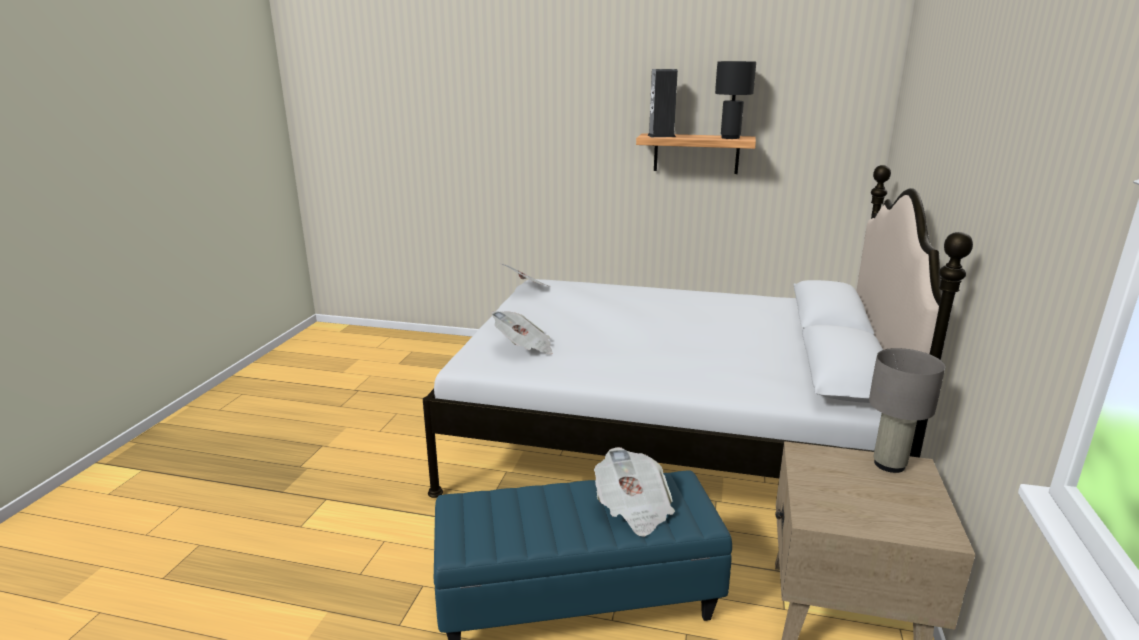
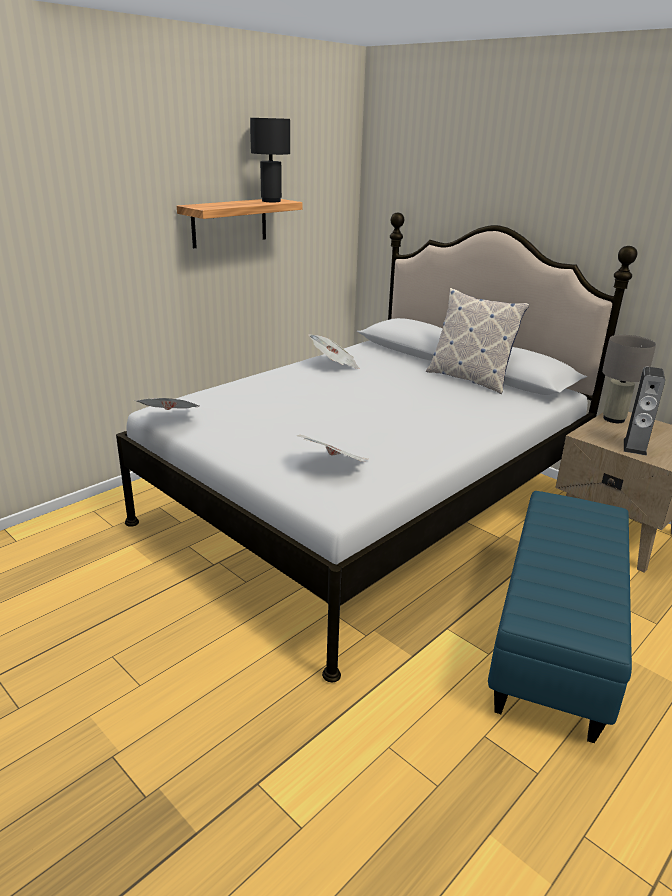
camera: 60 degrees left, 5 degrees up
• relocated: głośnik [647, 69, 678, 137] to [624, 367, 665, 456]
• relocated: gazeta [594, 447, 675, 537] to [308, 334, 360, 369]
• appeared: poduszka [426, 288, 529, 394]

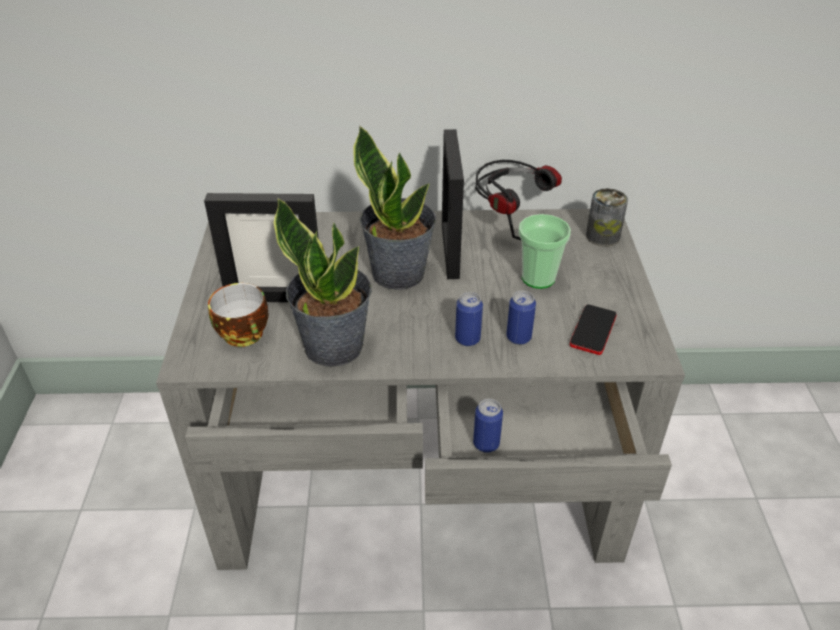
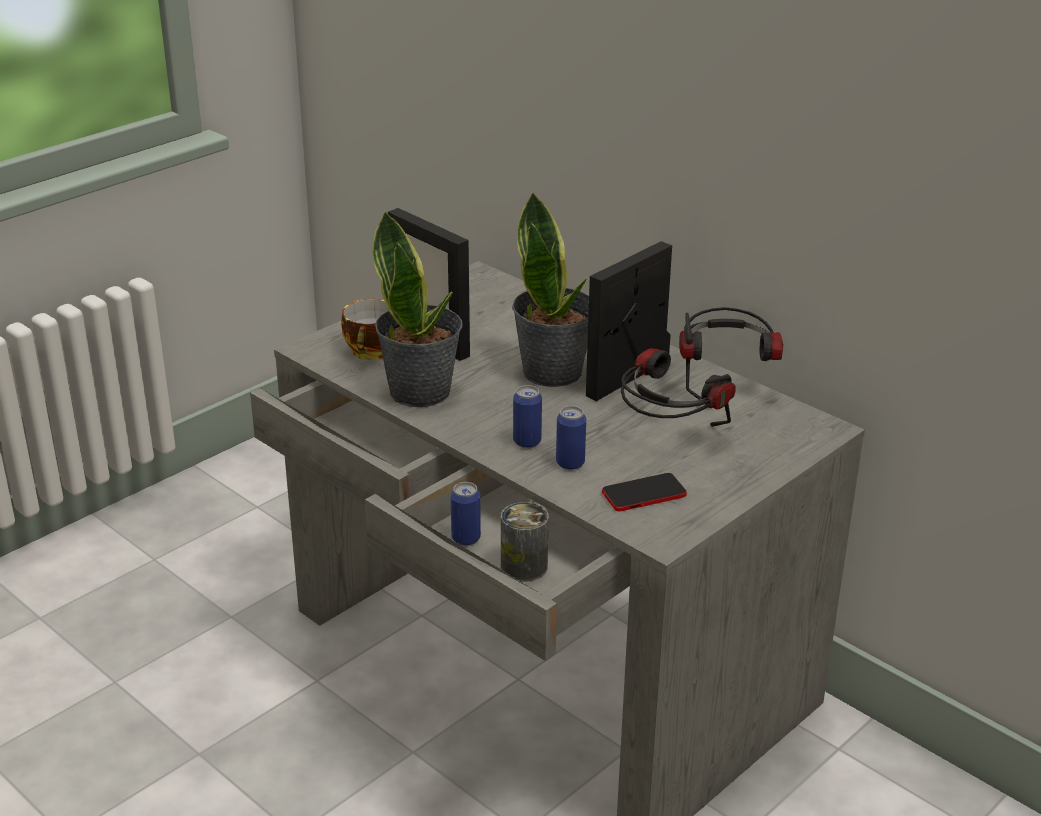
camera: 45 degrees right, 10 degrees down
• relocated: puszka [586, 188, 628, 246] to [501, 502, 549, 582]
• exchanged: filiżanka [518, 214, 571, 289] to słuchawki [621, 348, 736, 427]

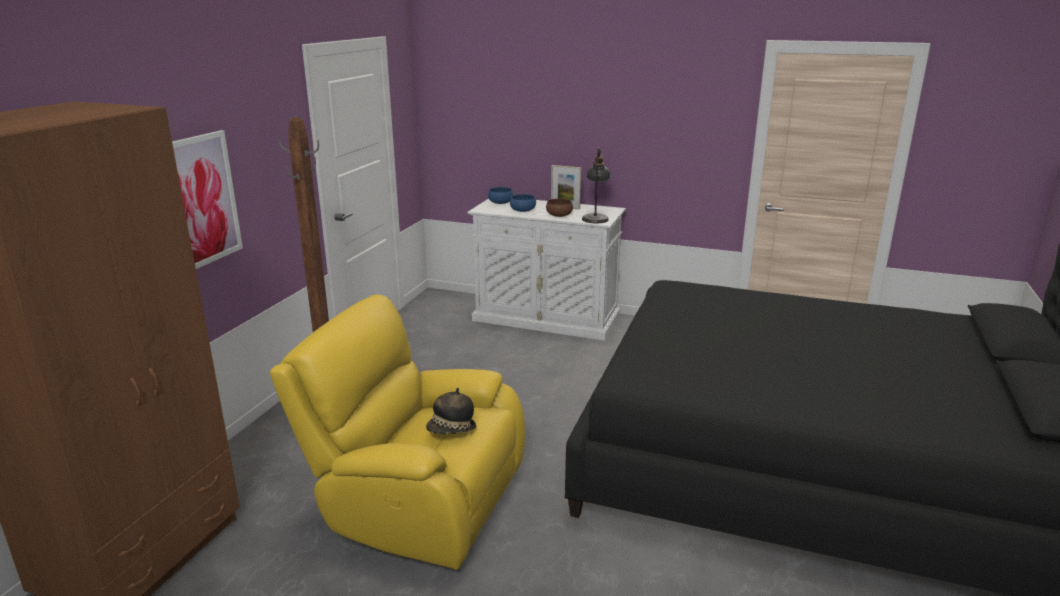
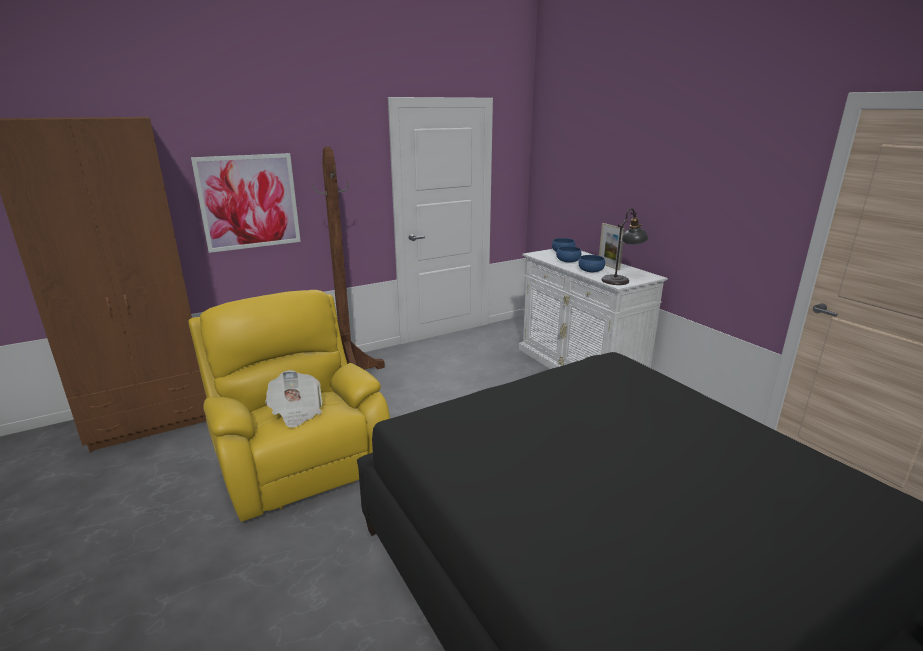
camera: 40 degrees right, 0 degrees up
• colour: miska [brązowy] [546, 199, 573, 217] to miska [niebieski] [578, 255, 605, 272]
• exchanged: kapelusz [426, 388, 476, 434] to gazeta [265, 370, 322, 428]

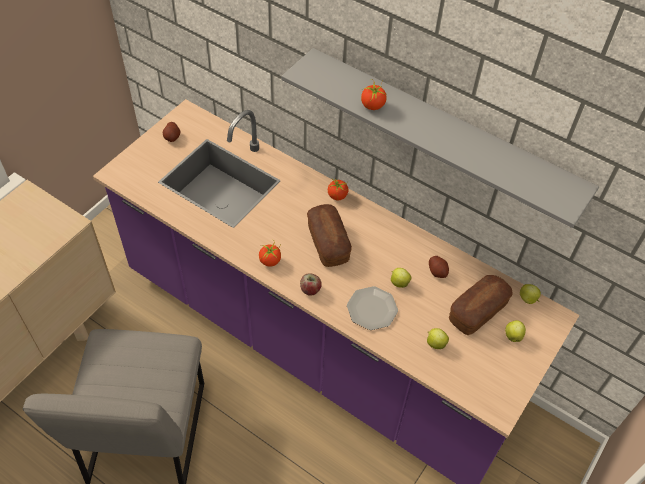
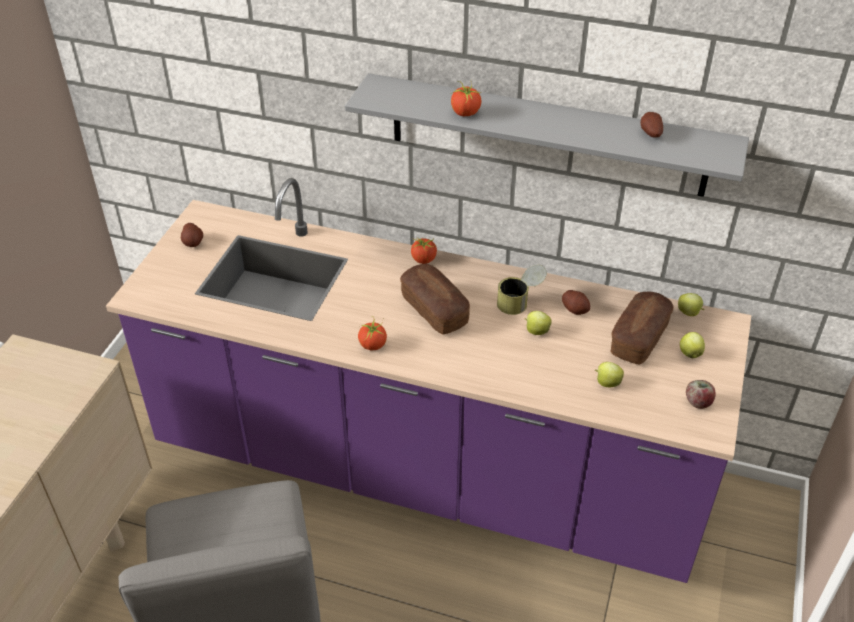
camera: 15 degrees left, 10 degrees down
• relocated: jabłko [300, 274, 322, 296] to [686, 380, 716, 409]
• missing: talerz [347, 286, 398, 330]
• appeared: ziemniak [640, 112, 663, 138]
• appeared: puszka [497, 265, 547, 315]

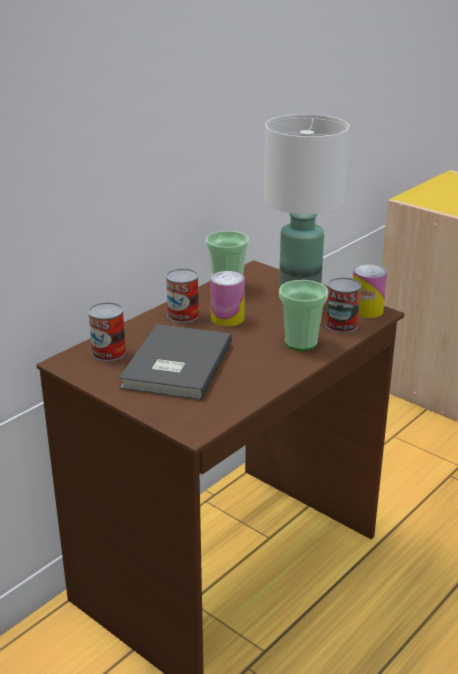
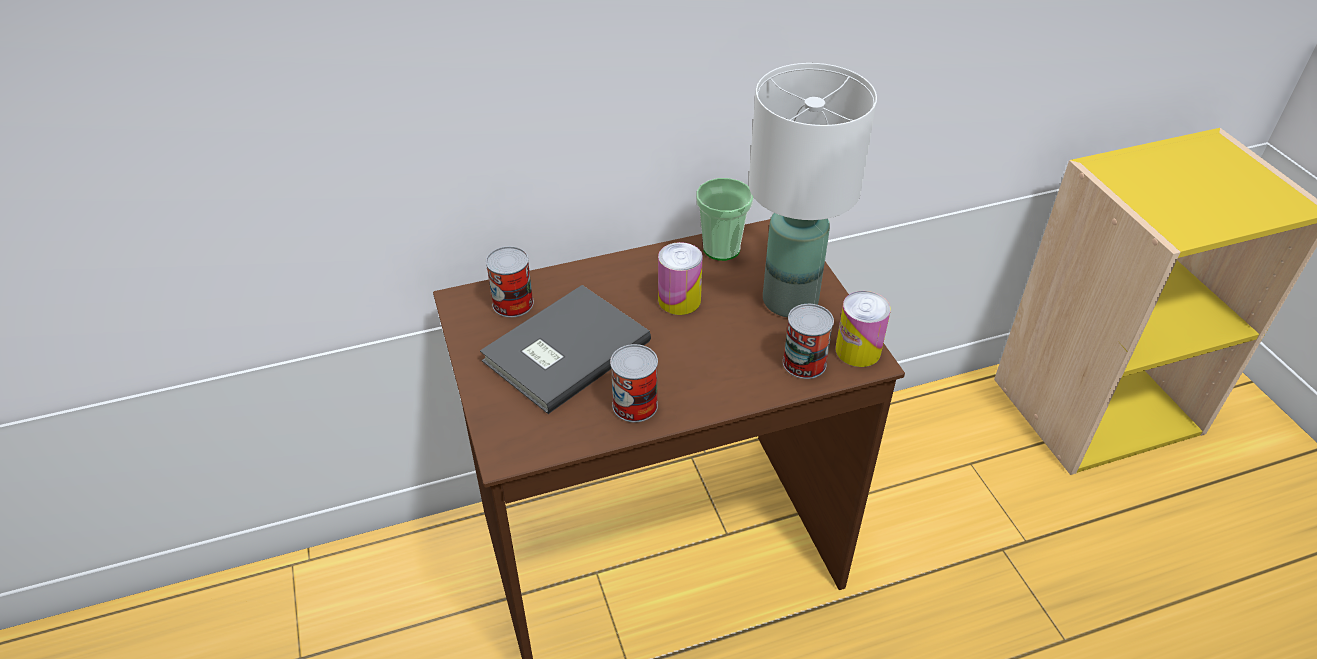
camera: 30 degrees right, 15 degrees up
• relocated: puszka [166, 268, 199, 323] to [610, 344, 658, 422]
• missing: filiżanka [279, 280, 328, 351]

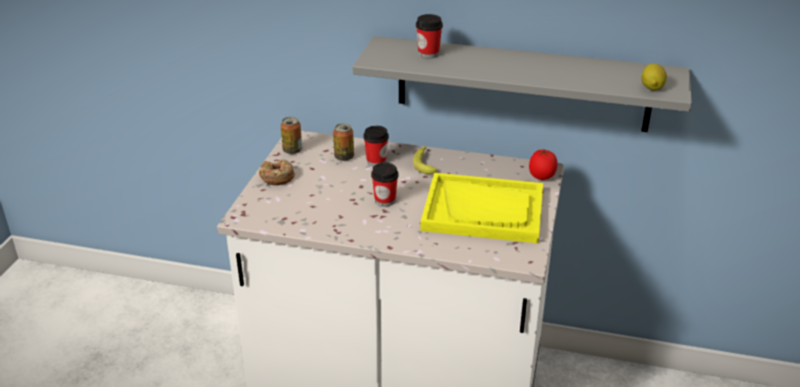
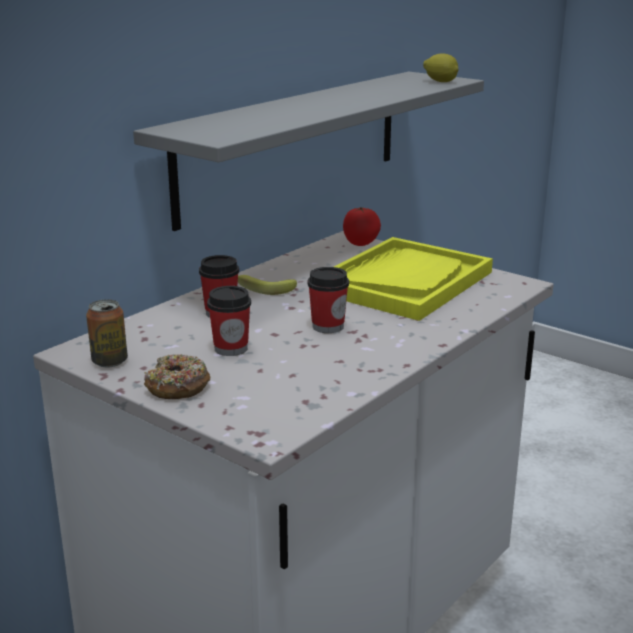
camera: 65 degrees left, 10 degrees down
• relocated: filiżanka [416, 14, 443, 58] to [207, 286, 251, 356]
• missing: puszka [333, 123, 354, 161]

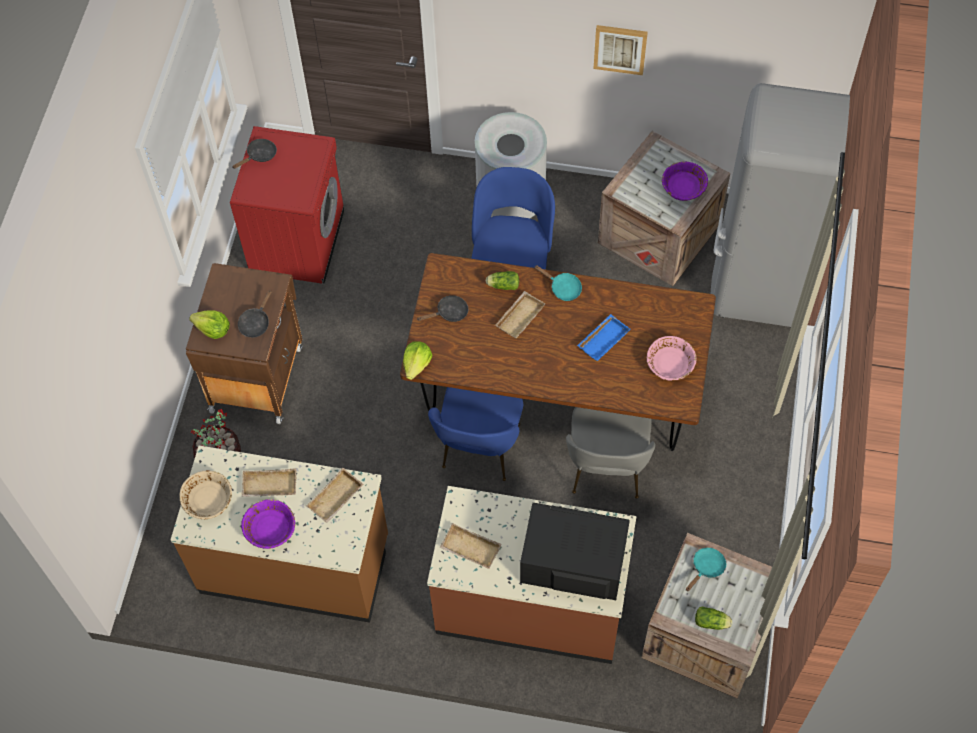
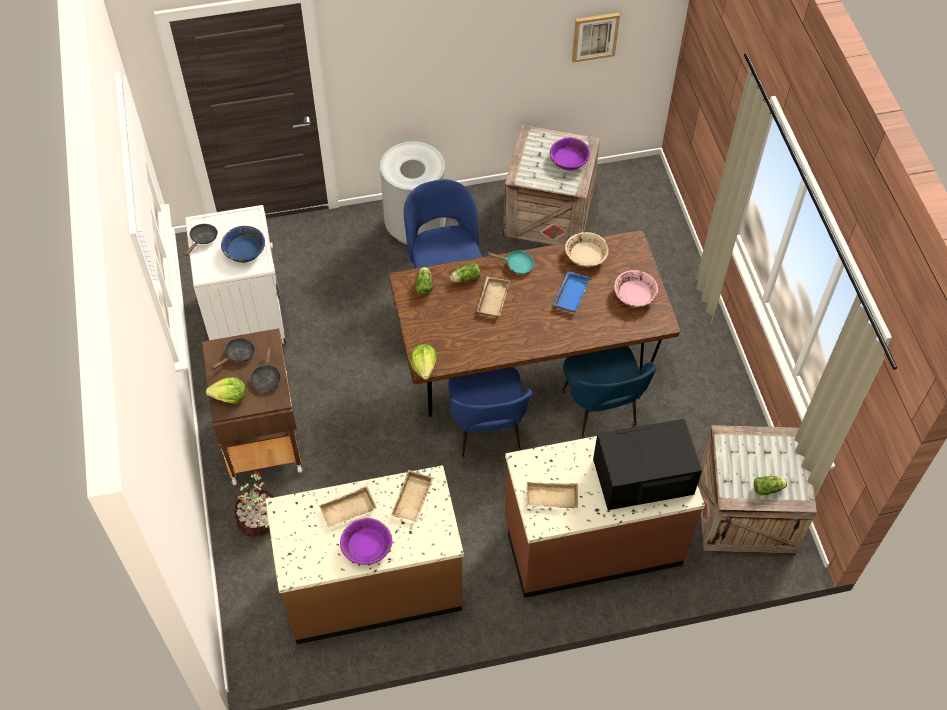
camera: 25 degrees left, 5 degrees down
• relocated: obraz [593, 25, 648, 75] to [572, 13, 620, 63]
• missing: lodówka [szary] [711, 83, 850, 328]
• colour: pralka [czerwony] [230, 126, 344, 284] to pralka [biały] [185, 205, 286, 344]
• relocated: patelnia [czarny] [418, 295, 468, 322] to [211, 338, 255, 370]
• colour: krzesło [szary] [566, 407, 655, 499] to krzesło [niebieski] [561, 346, 657, 439]
• relocated: miska [beżowy] [180, 470, 232, 519] to [565, 232, 609, 268]
• missing: patelnia [turkusowy] [686, 548, 726, 591]
• appeared: miska [niebieski] [221, 226, 265, 263]
• appeared: sałata [415, 267, 433, 295]

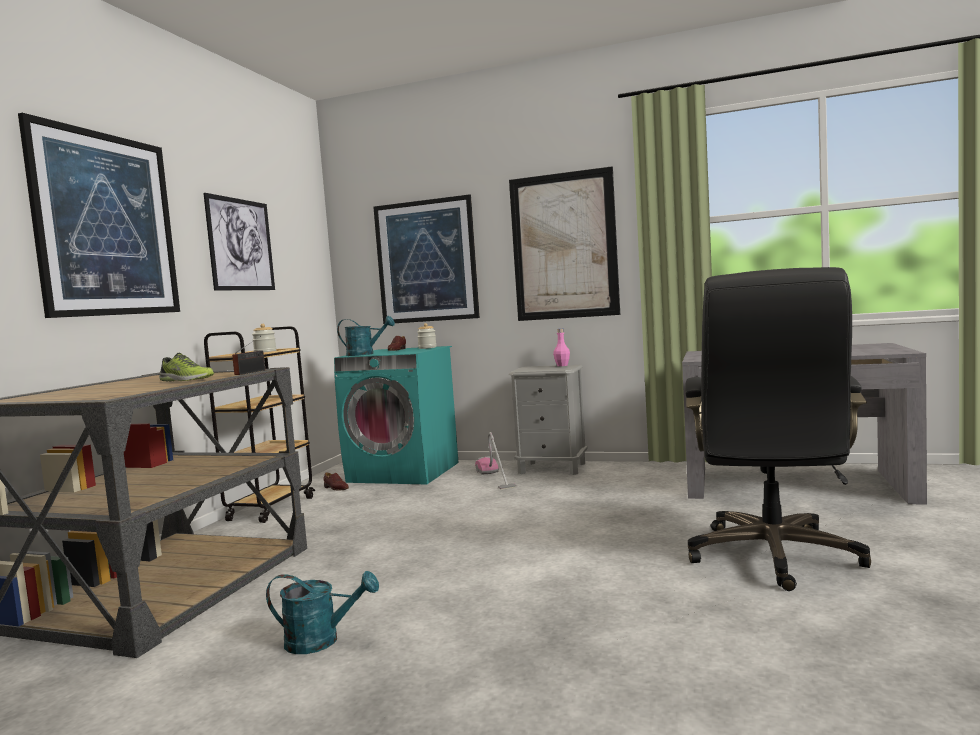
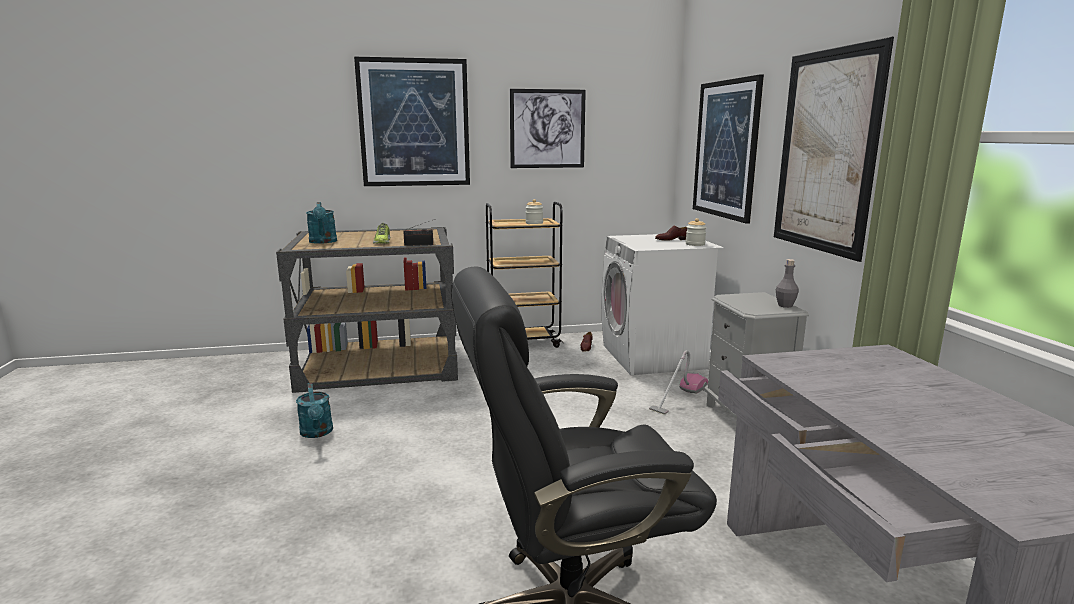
camera: 60 degrees right, 10 degrees up
• relocated: konewka [turkusowy] [337, 316, 395, 356] to [306, 202, 337, 244]
• colour: butelka [różowy] [553, 329, 570, 366] to butelka [szary] [776, 259, 799, 308]
• colour: pralka [turkusowy] [334, 346, 459, 484] to pralka [biały] [601, 234, 724, 375]

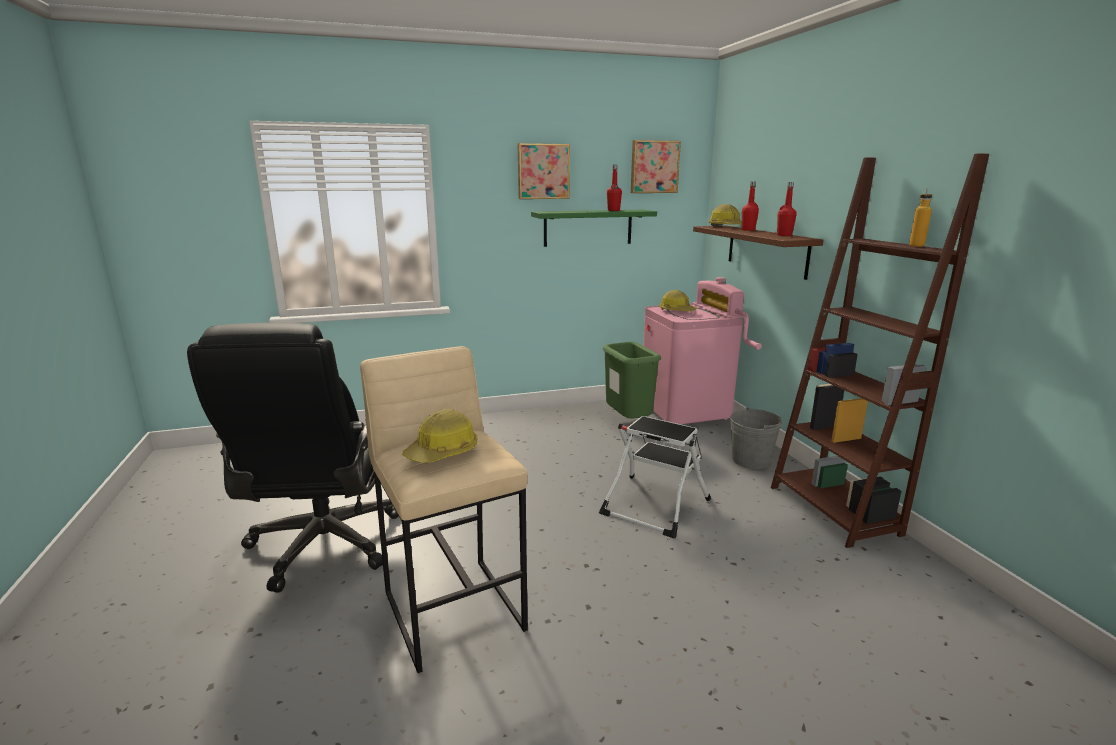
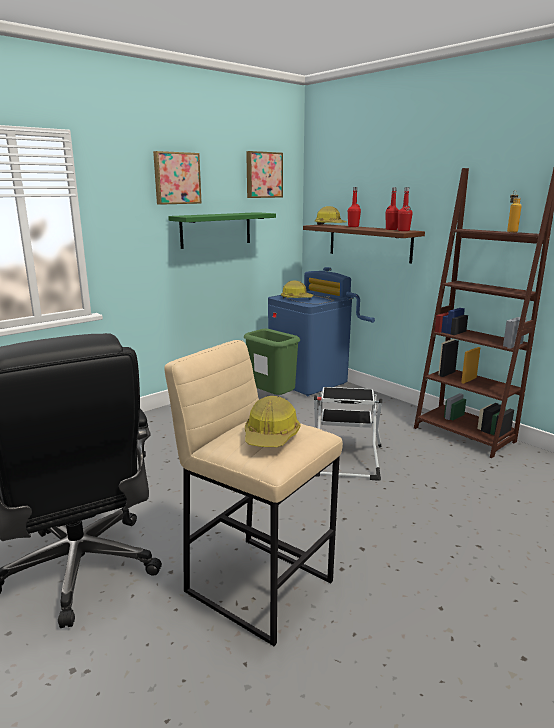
camera: 25 degrees left, 0 degrees up
• relocated: butelka [czerwony] [607, 165, 622, 211] to [398, 187, 413, 231]
• colour: pralka [różowy] [644, 277, 762, 424] to pralka [niebieski] [268, 267, 375, 396]
• missing: wiadro [szary] [730, 407, 782, 469]

